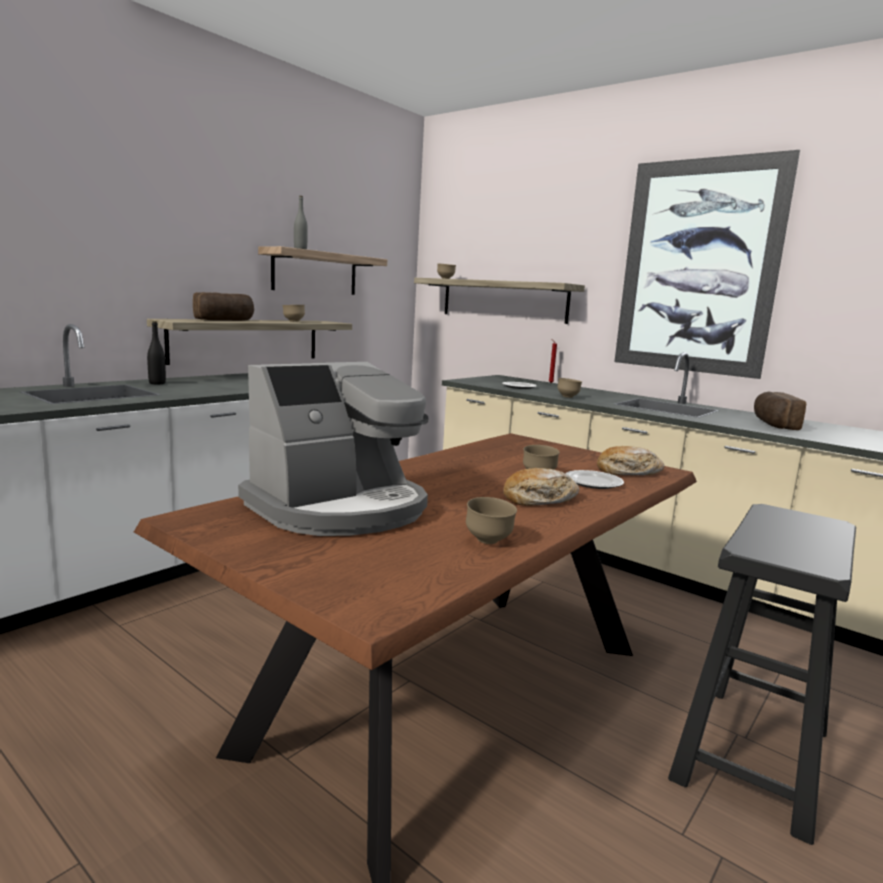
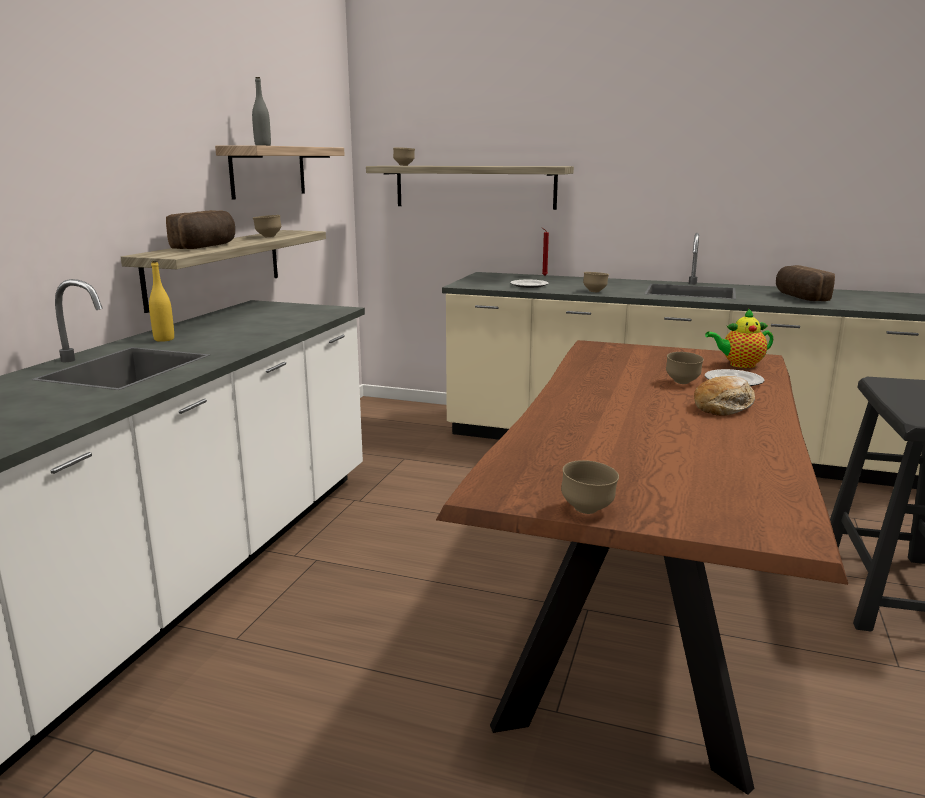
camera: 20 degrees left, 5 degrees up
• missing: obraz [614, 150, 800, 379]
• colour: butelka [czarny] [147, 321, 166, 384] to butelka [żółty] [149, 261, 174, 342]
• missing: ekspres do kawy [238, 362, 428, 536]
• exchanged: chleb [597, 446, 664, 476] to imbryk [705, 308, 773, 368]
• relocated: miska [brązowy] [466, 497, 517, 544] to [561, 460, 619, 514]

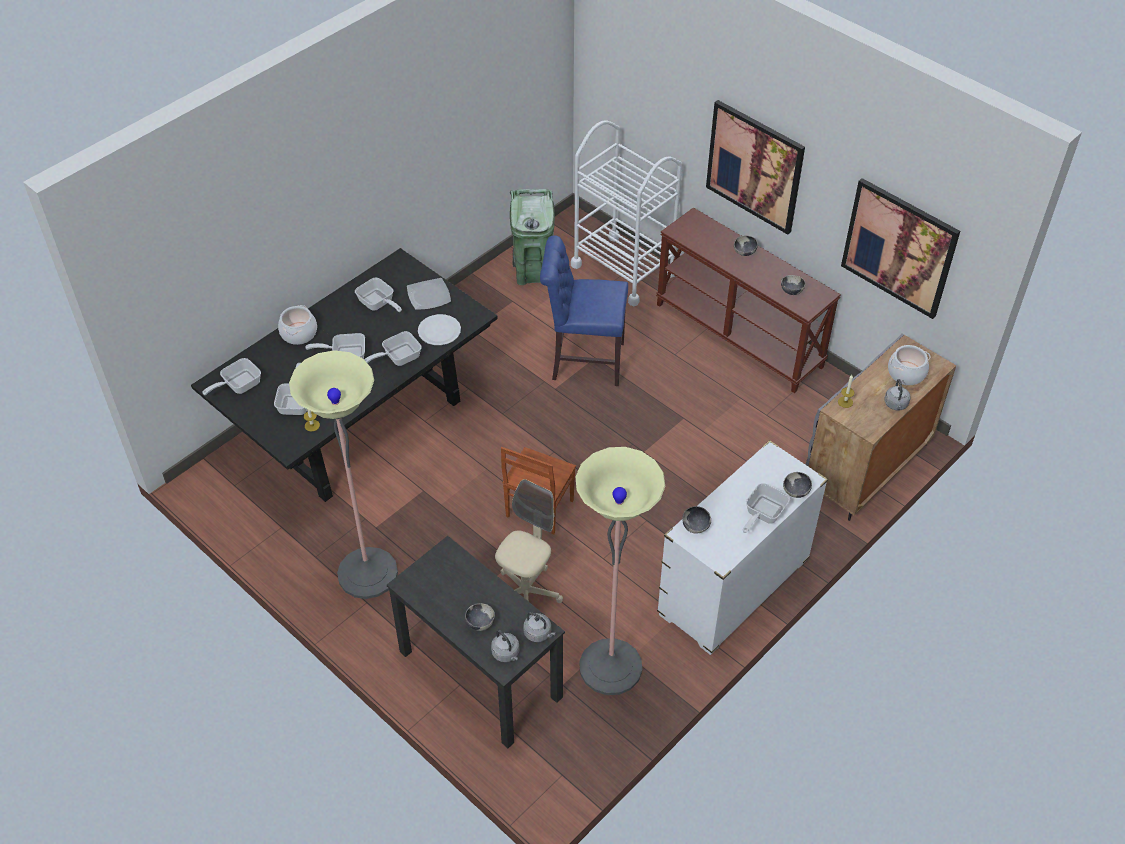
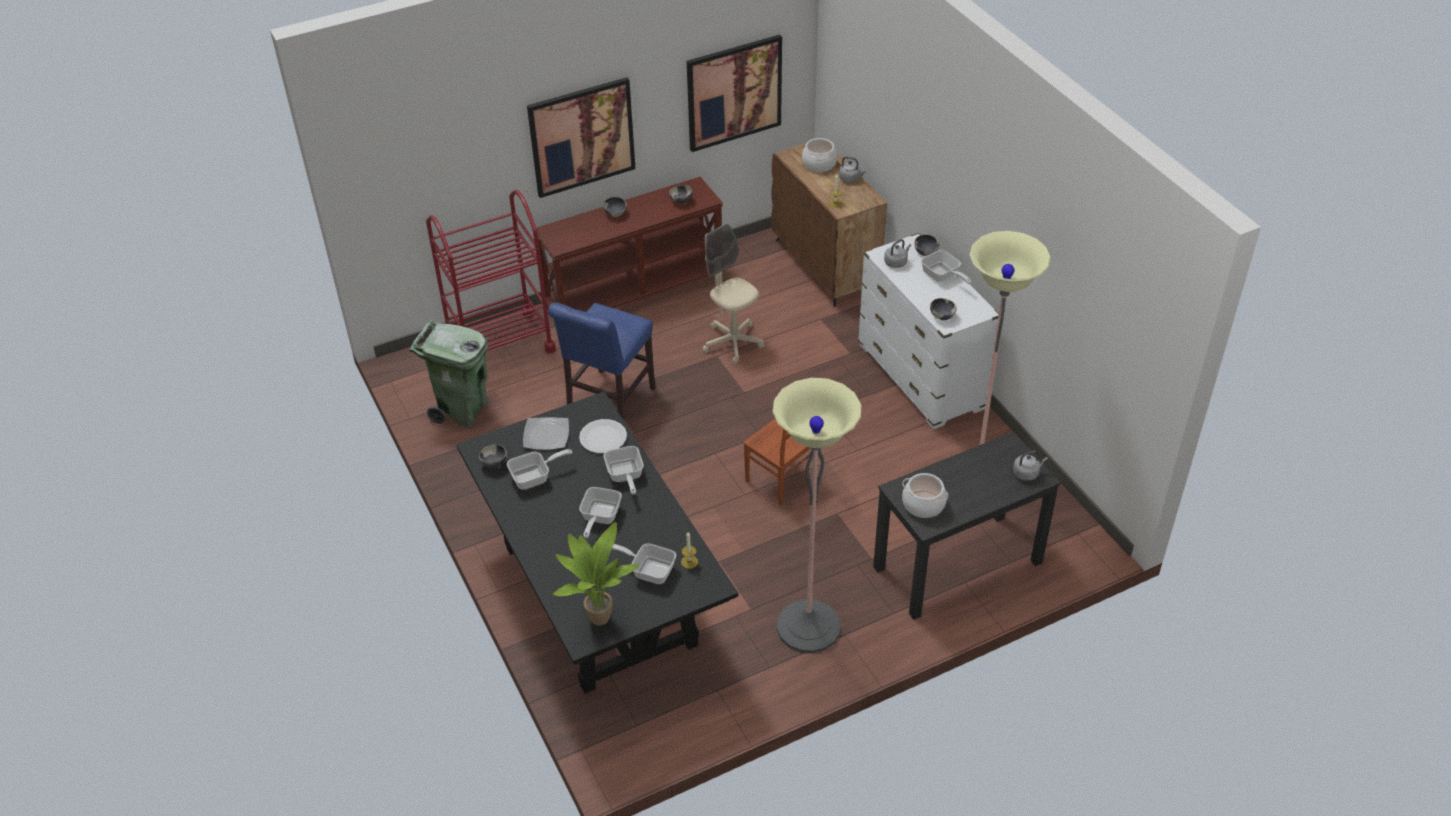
camera: 70 degrees left, 5 degrees down
• colour: wózek [biały] [571, 120, 682, 306] to wózek [czerwony] [426, 190, 556, 354]
• relocated: garnek [278, 305, 317, 345] to [902, 473, 948, 518]
• colour: szafka [szary] [805, 334, 956, 521] to szafka [brązowy] [771, 143, 887, 307]
• exchanged: patelnia [202, 358, 261, 395] to roślina doniczkowa [553, 522, 639, 626]
• relocated: krzesło biurowe [beżowy] [495, 479, 563, 603] to [703, 224, 764, 364]
• relocated: miska [465, 603, 495, 631] to [479, 445, 507, 468]
• relocated: czajnik [szary] [523, 612, 556, 642] to [884, 239, 911, 268]

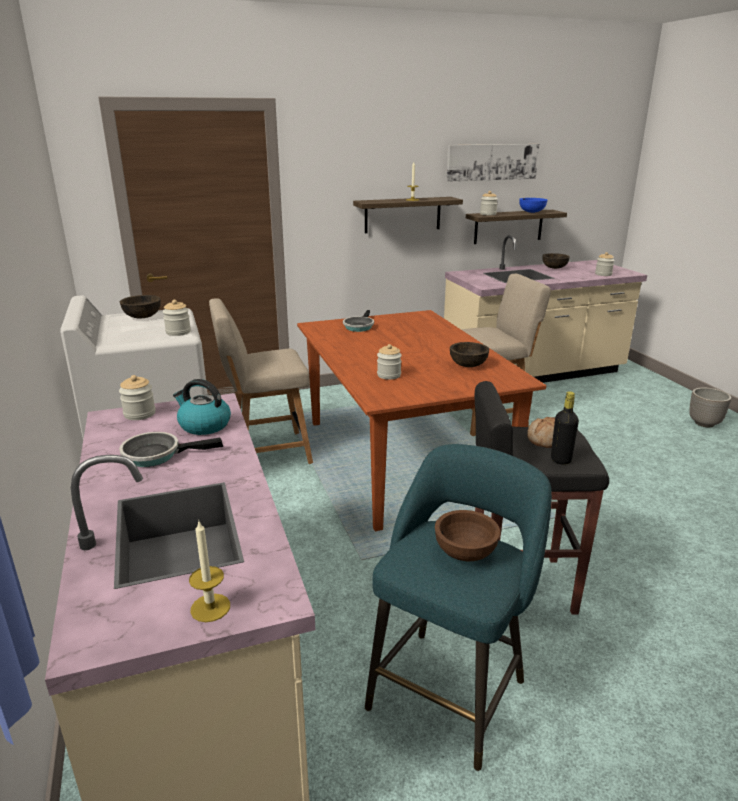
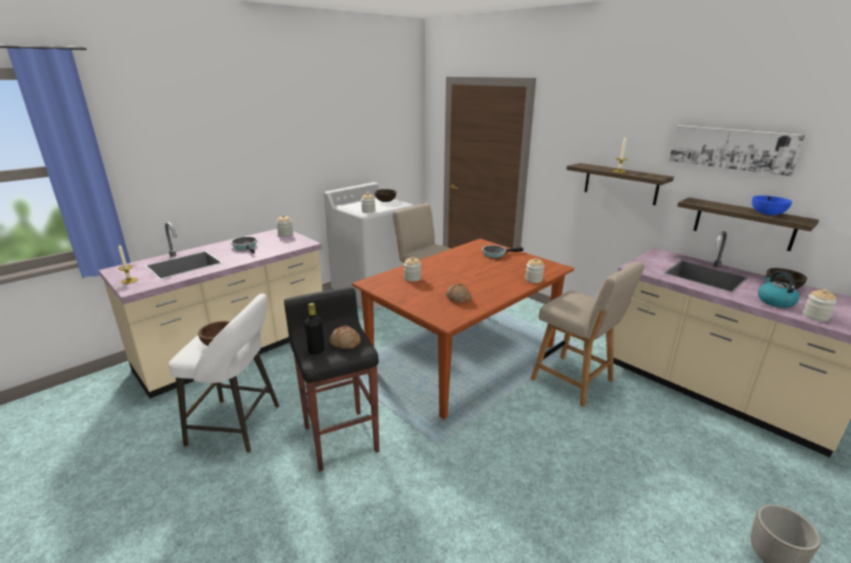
camera: 65 degrees right, 0 degrees up
• relocated: słoik [480, 191, 498, 215] to [525, 258, 544, 283]
• exchanged: miska [brązowy] [450, 342, 489, 367] to chleb [446, 284, 471, 303]
• relocated: czajnik [173, 379, 231, 435] to [758, 271, 799, 308]
• colour: stołek [turkusowy] [365, 444, 552, 771] to stołek [biały] [169, 294, 279, 453]

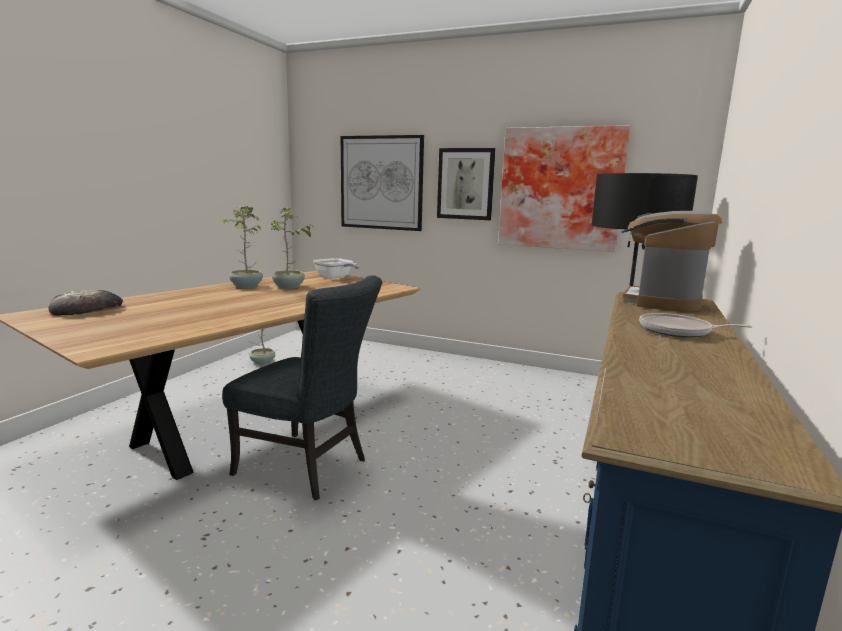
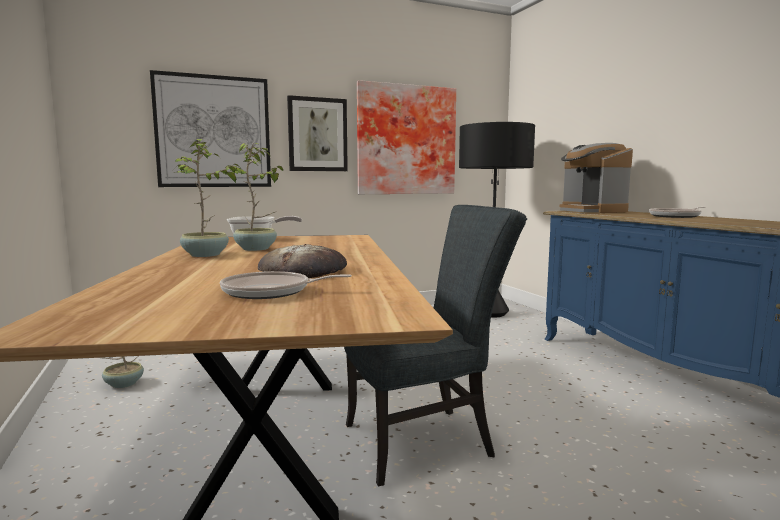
camera: 45 degrees left, 5 degrees down
• relocated: chleb [49, 290, 123, 316] to [258, 244, 347, 278]
• appeared: patelnia [220, 271, 352, 299]

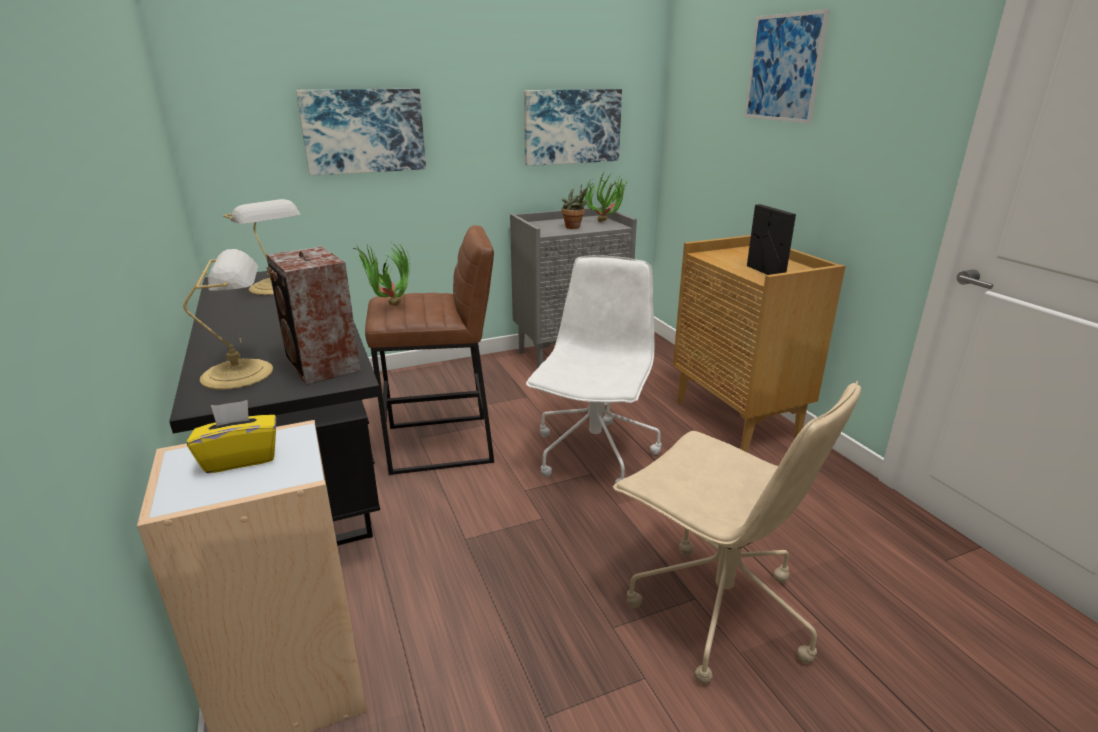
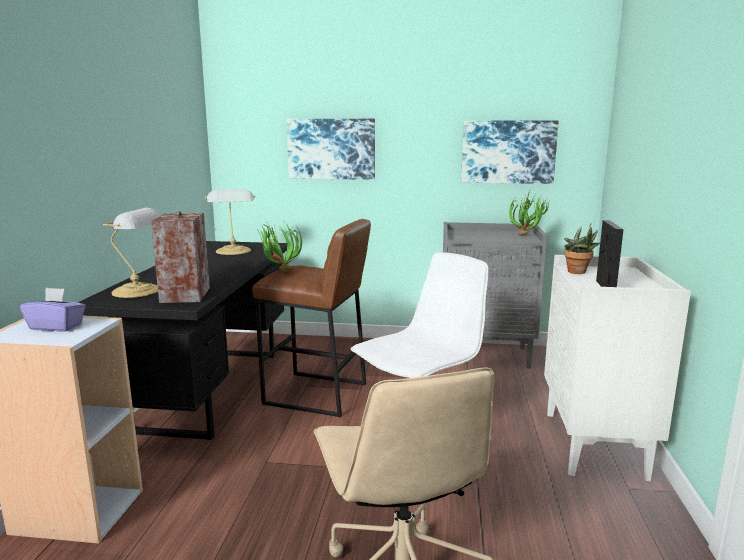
camera: 30 degrees right, 10 degrees down
• missing: obraz [744, 9, 830, 124]
• relocated: roślina doniczkowa [562, 184, 589, 229] to [564, 223, 600, 274]
• colour: szafka [brązowy] [673, 235, 846, 453] to szafka [biały] [544, 255, 691, 481]
• colour: pudełko chusteczek [żółty] [187, 400, 276, 474] to pudełko chusteczek [fioletowy] [20, 288, 86, 332]

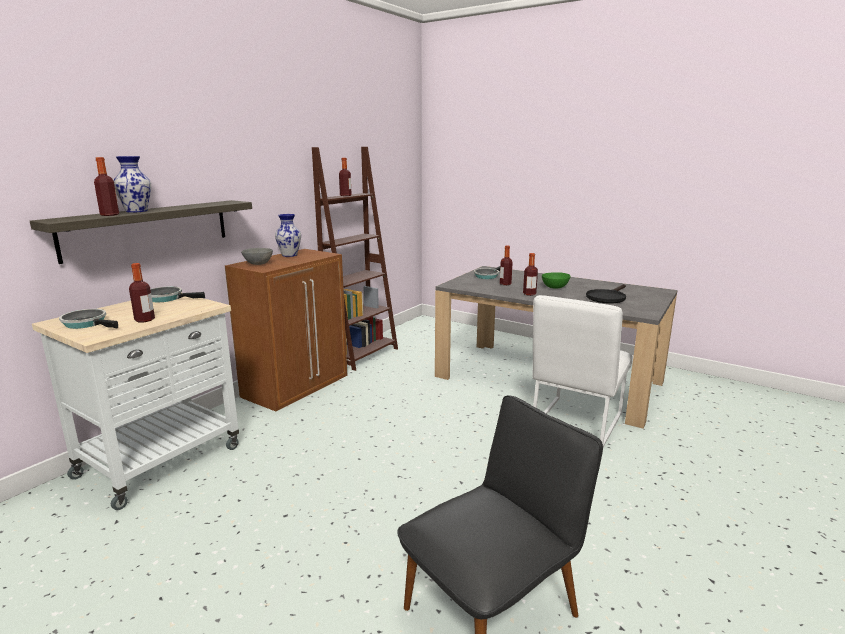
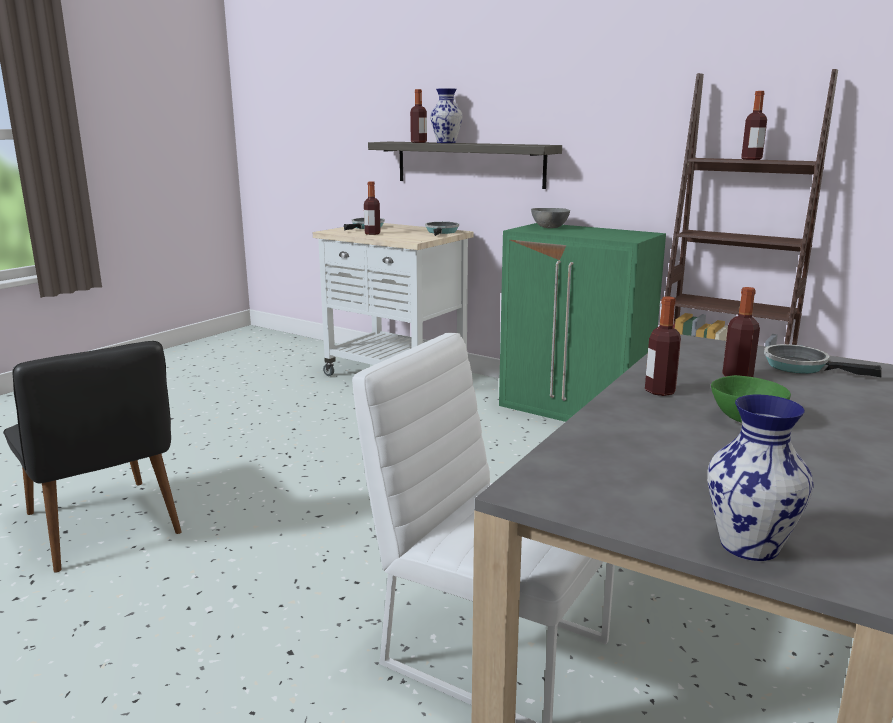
camera: 90 degrees right, 0 degrees up
• relocated: wazon [275, 214, 301, 257] to [707, 395, 814, 561]
• colour: szafka [brązowy] [225, 249, 348, 412] to szafka [zielony] [499, 223, 666, 422]
• missing: patelnia [czarny] [586, 284, 626, 304]

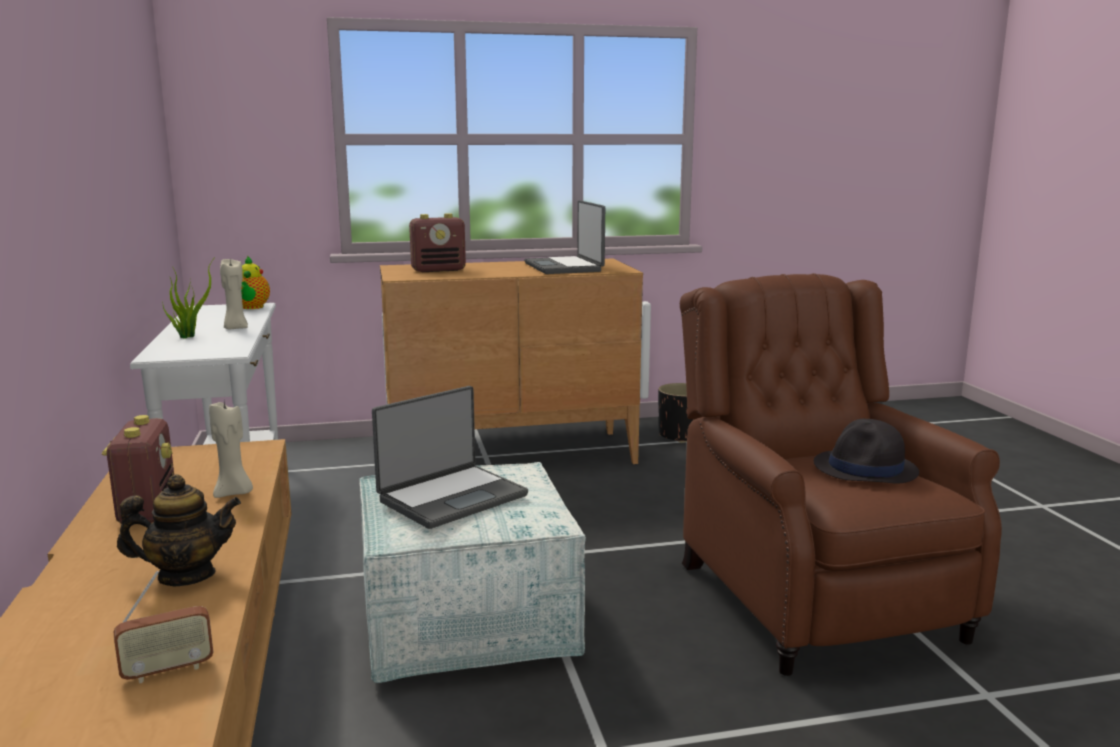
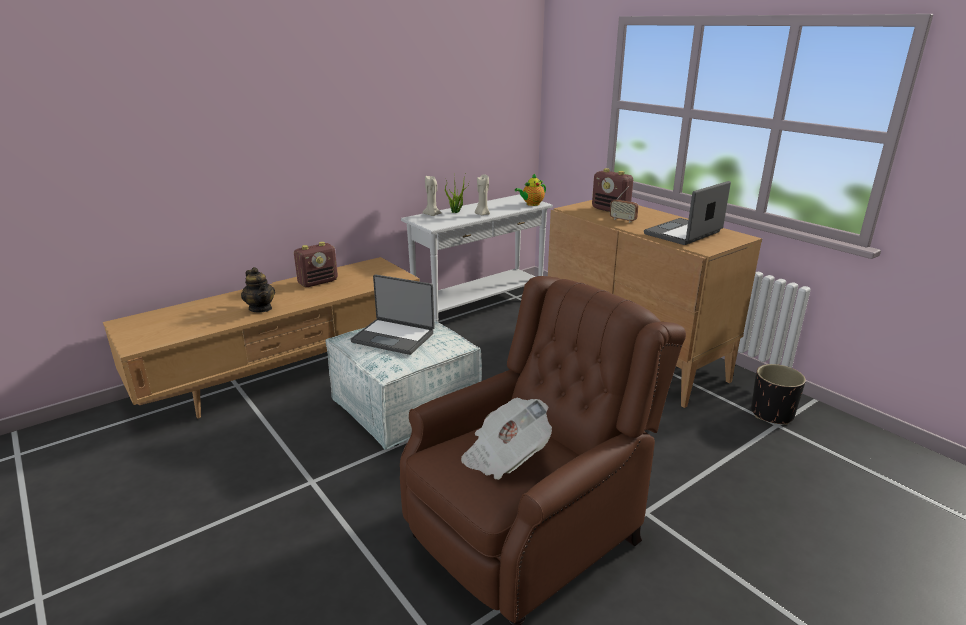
camera: 65 degrees right, 10 degrees up
• relocated: świeca [beżowy] [209, 402, 253, 498] to [423, 176, 442, 216]
• exchanged: kapelusz [czarny] [814, 419, 919, 484] to gazeta [461, 398, 552, 480]
• relocated: radio [114, 571, 213, 683] to [610, 187, 639, 223]

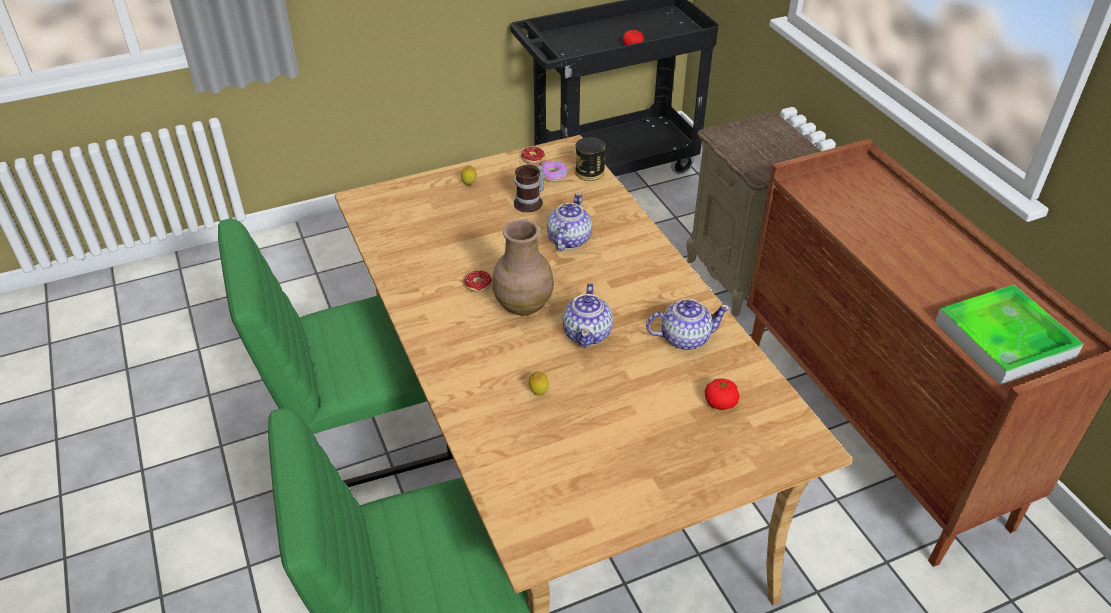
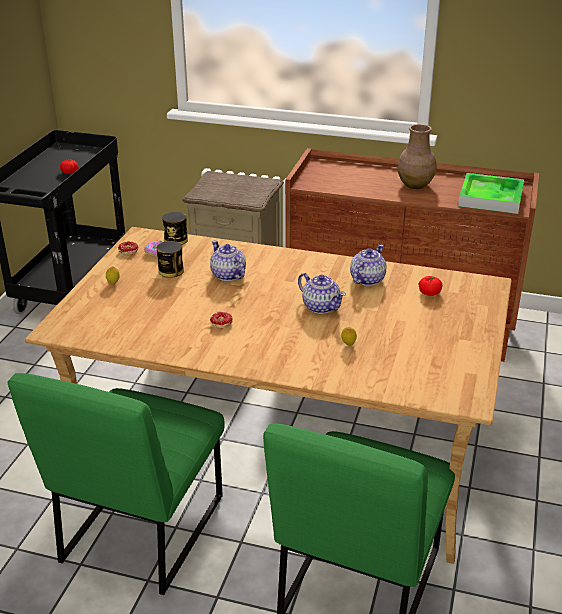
camera: 50 degrees left, 10 degrees down
• exchanged: kubek [514, 165, 544, 212] to puszka [157, 241, 184, 278]
• relocated: wazon [brązowy] [492, 219, 554, 316] to [397, 124, 436, 189]

